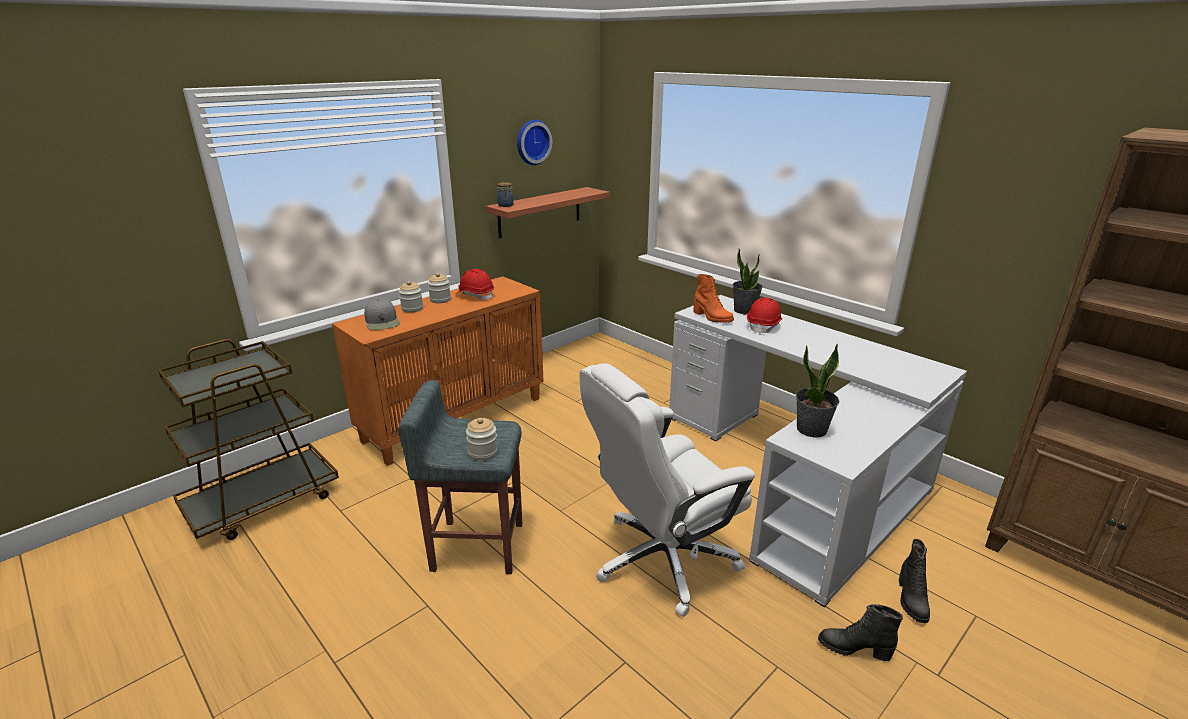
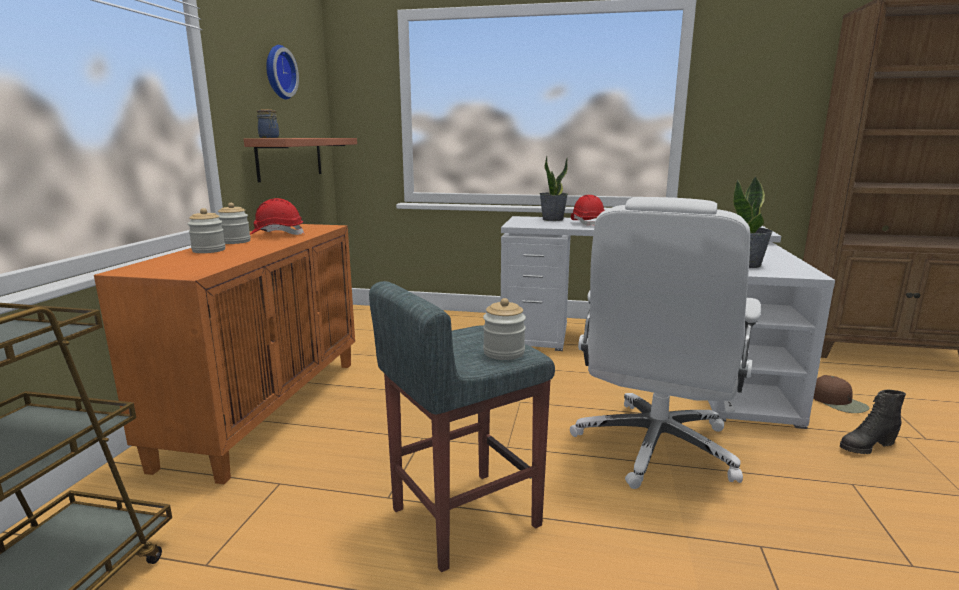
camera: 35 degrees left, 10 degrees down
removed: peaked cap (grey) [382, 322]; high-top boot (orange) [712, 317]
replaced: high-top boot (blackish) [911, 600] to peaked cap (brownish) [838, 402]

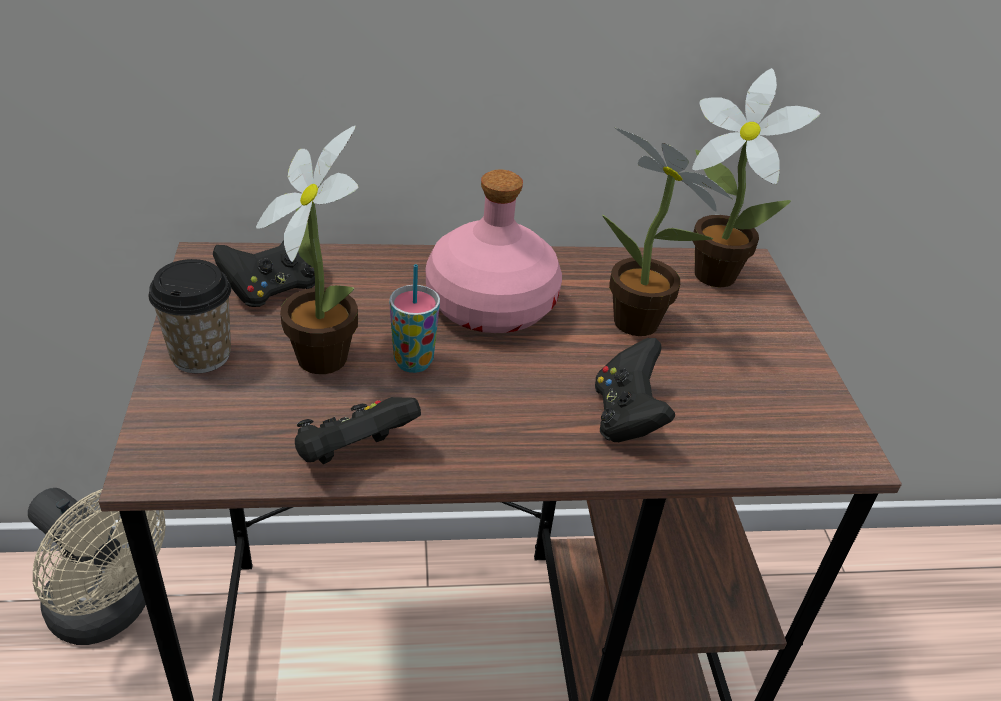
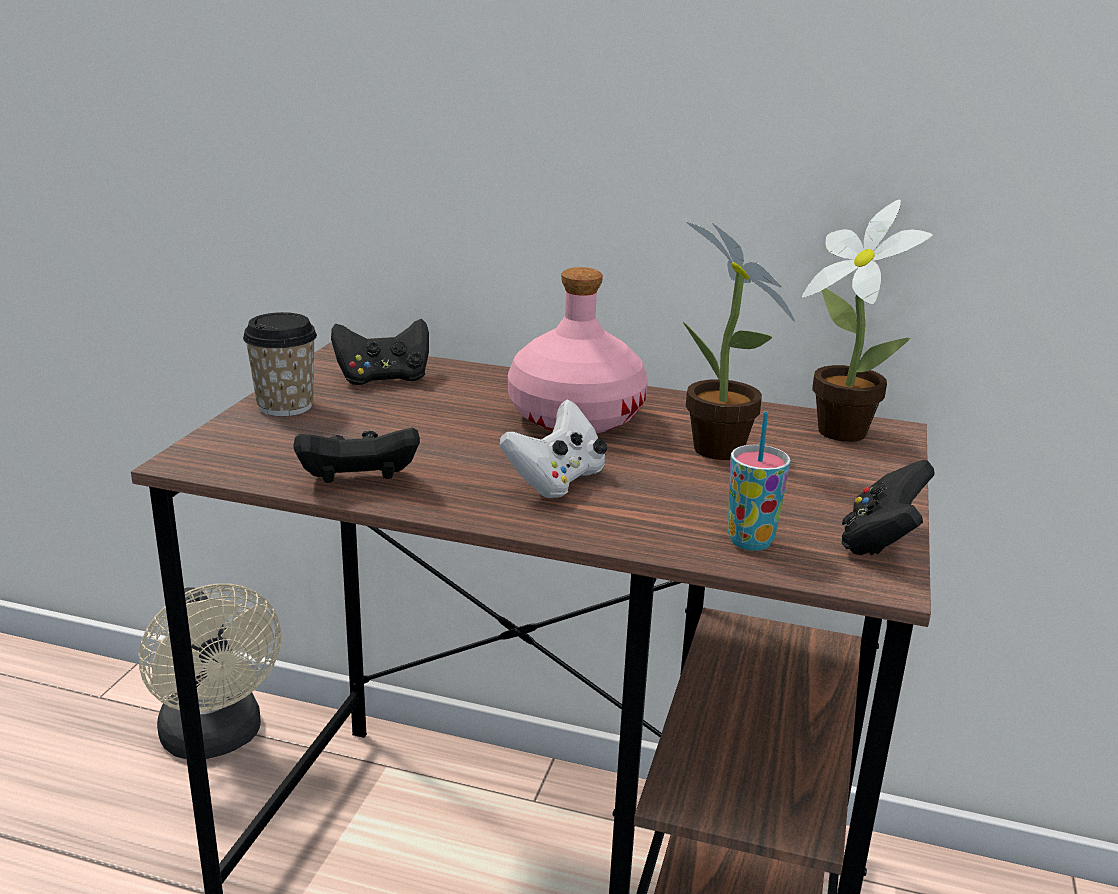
camera: 25 degrees right, 15 degrees down
removed: potted plant [322, 352]
added: game controller (whitish) [556, 481]
moved: cup [413, 362] to [750, 541]; game controller (blackish) [626, 416] to [881, 541]

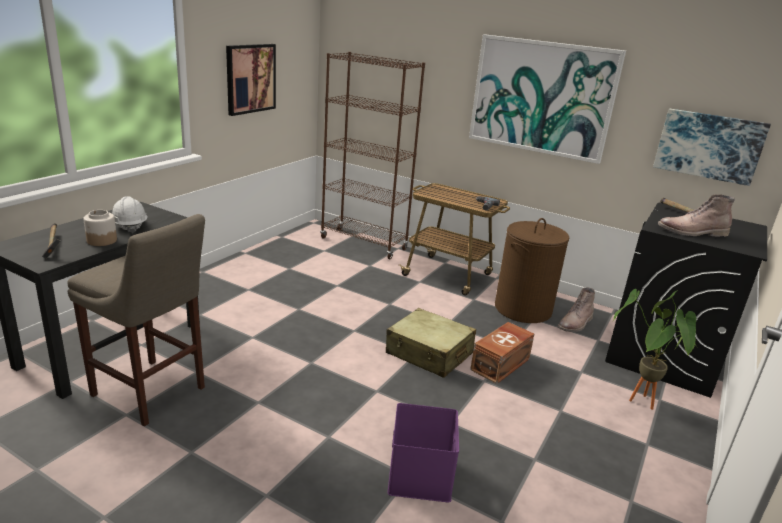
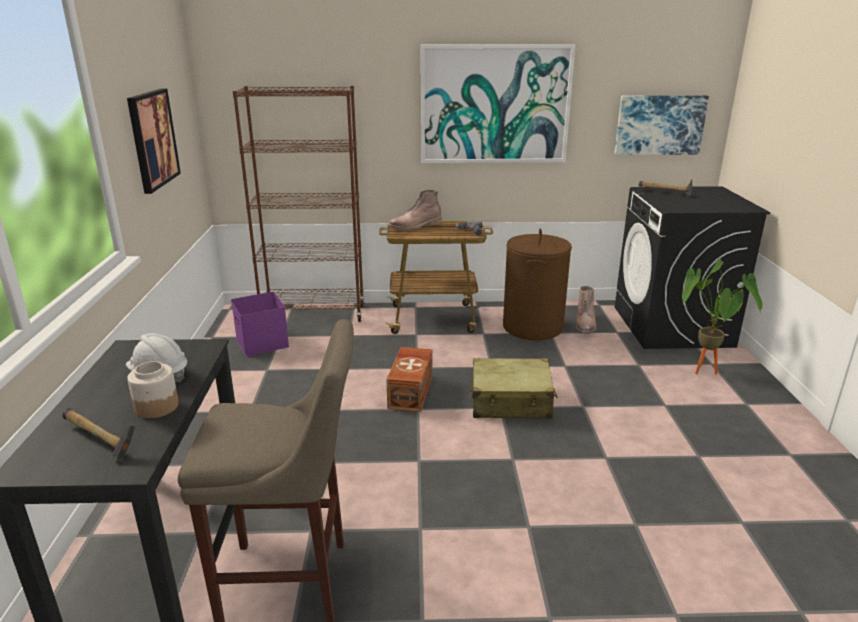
camera: 30 degrees left, 0 degrees up
moved: storage container (purplish) [421, 476] to [263, 343]; storage container (brownish) [501, 364] to [412, 392]; high-top boot (brownish) [692, 232] to [415, 226]

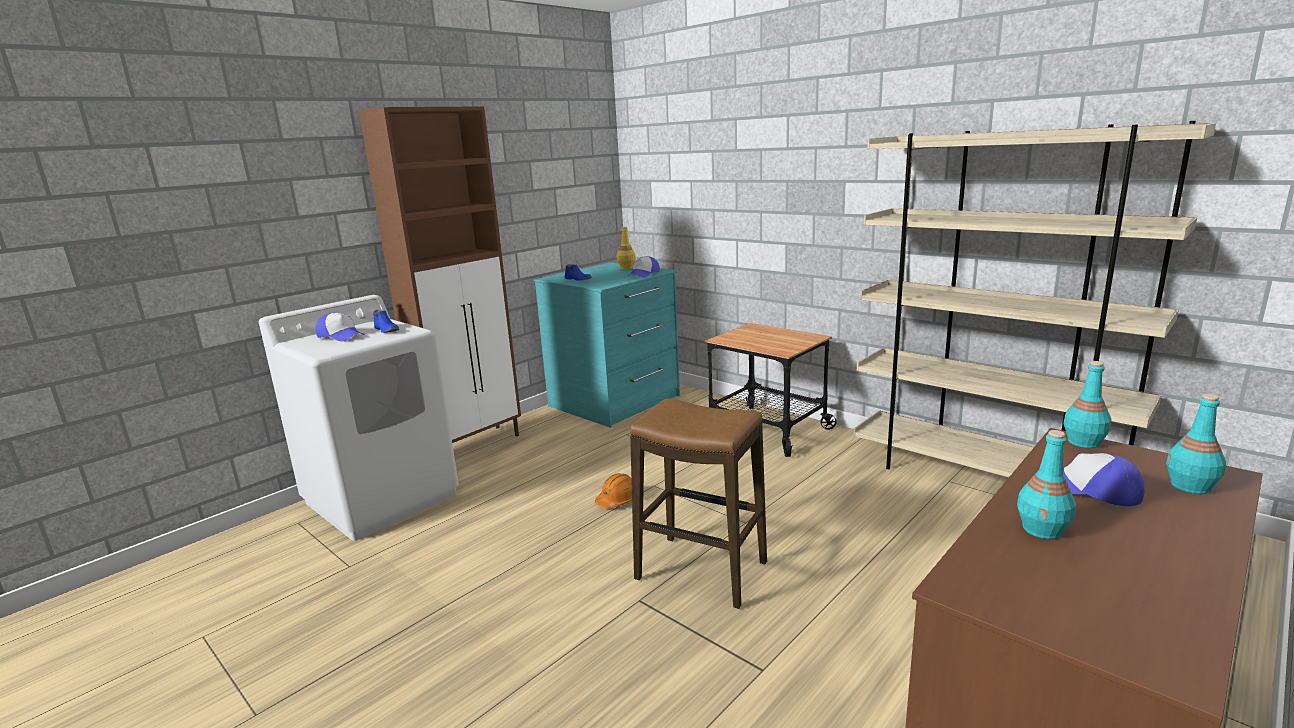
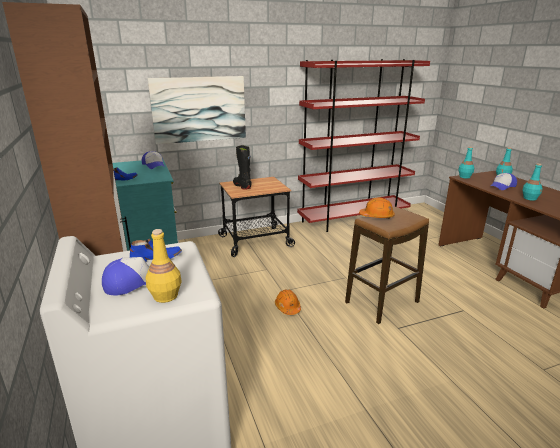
camera: 65 degrees left, 5 degrees up
added: wall art [199, 109]; high-top boot (blackish) [242, 186]; safety helmet (orange) [377, 216]
moved: bottle (yellow) [626, 268] to [165, 296]
recoloured: bookshelf (sand-coloured) [983, 479] to bookshelf (red) [354, 220]

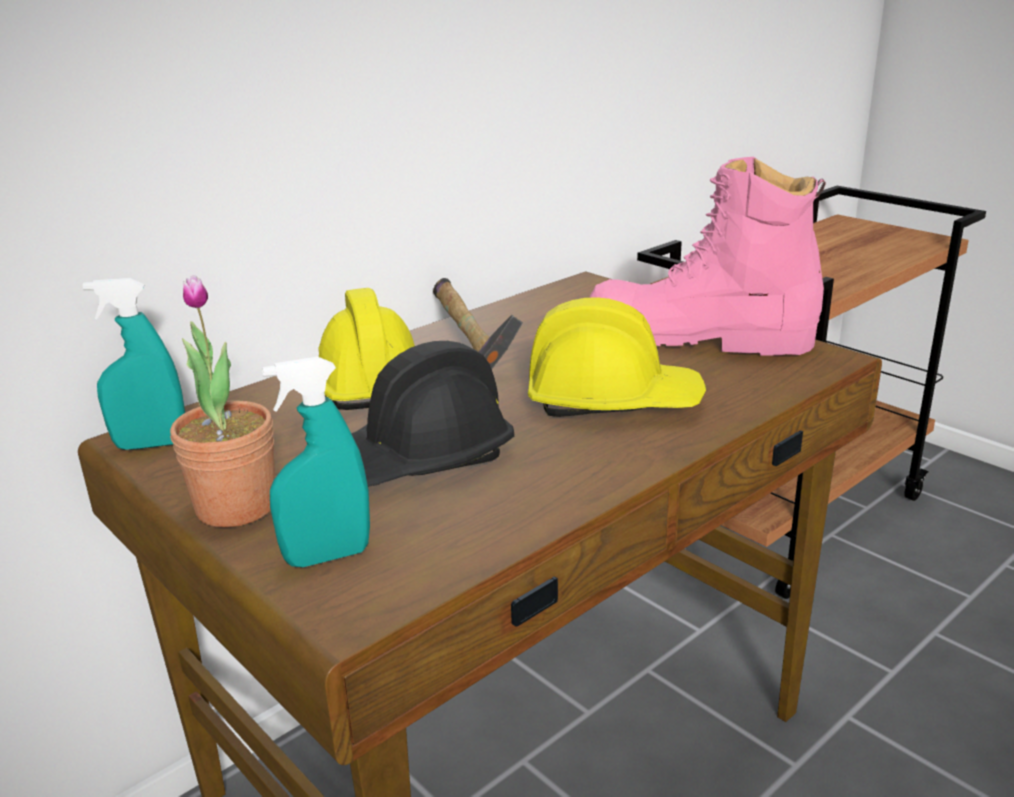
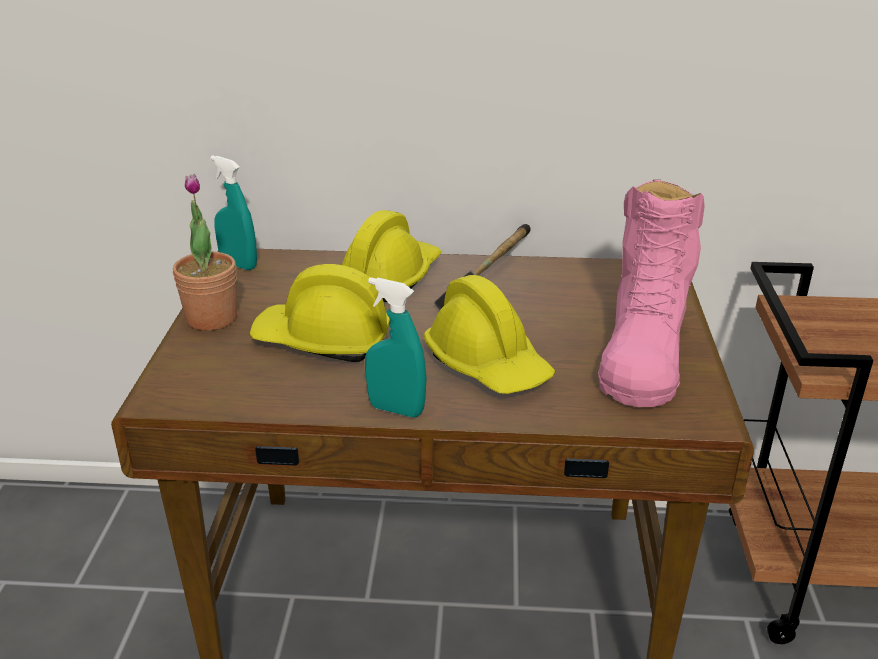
camera: 45 degrees right, 5 degrees up
moved: spray bottle (turquoise-coloured) [327, 556] to [396, 409]
recoloured: safety helmet (blackish) [419, 460] to safety helmet (yellow) [322, 341]
turned: high-top boot (pinkish) [698, 337] = [643, 352] 135 degrees counterclockwise

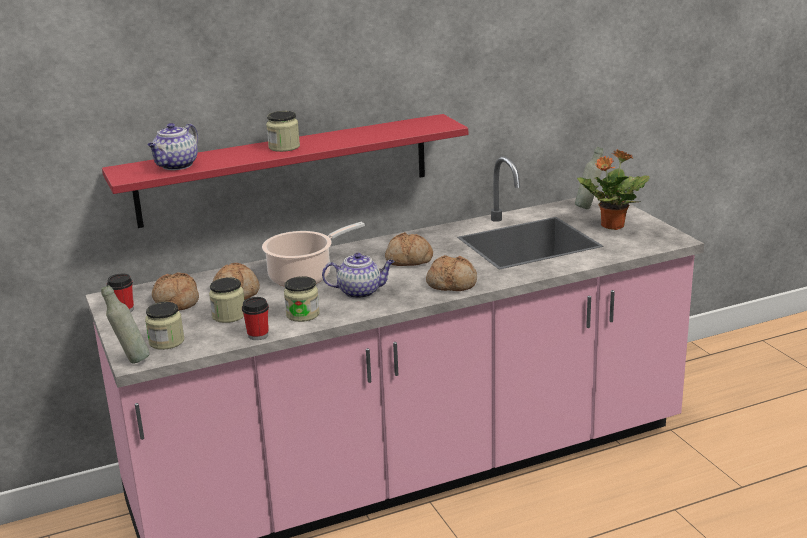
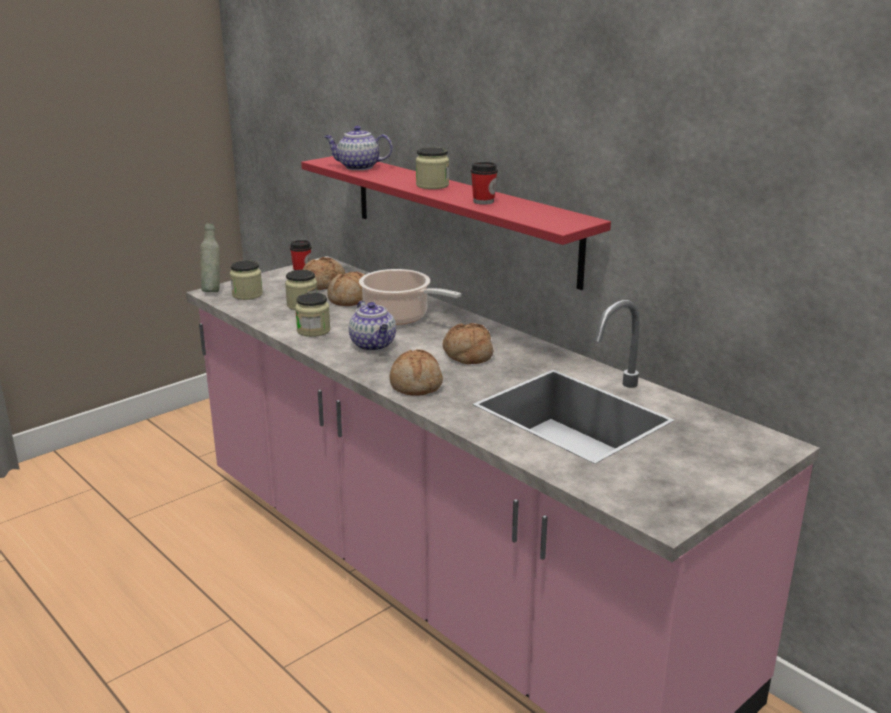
camera: 70 degrees right, 0 degrees up
removed: bottle (grey) [588, 207]; potted plant [611, 226]
moved: cup [258, 335] to [483, 201]

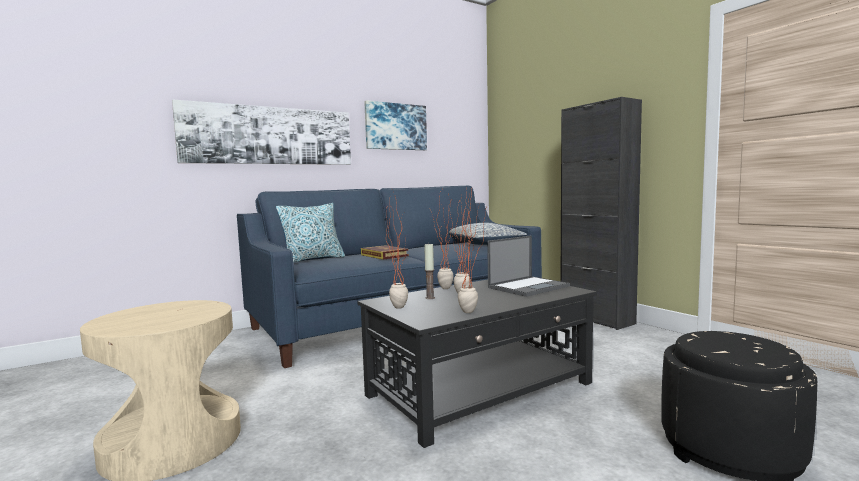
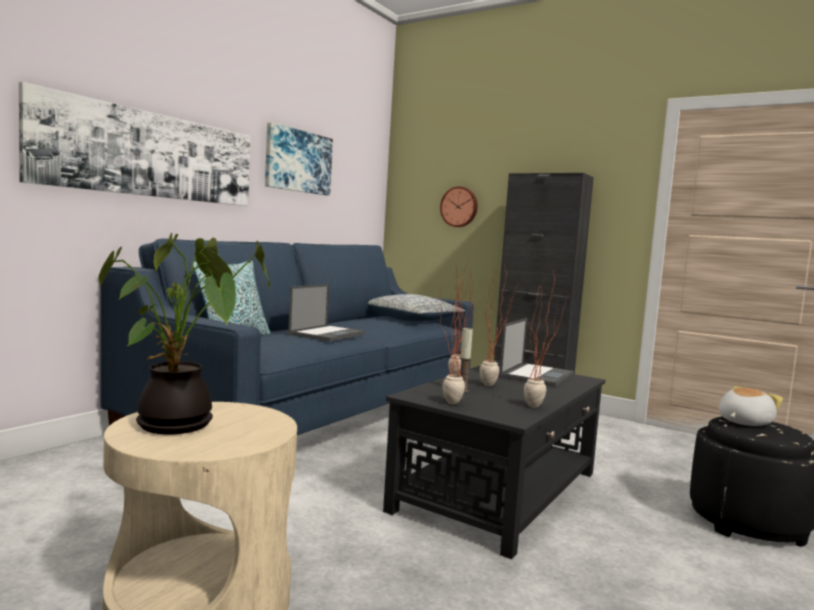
camera: 25 degrees left, 0 degrees up
added: potted plant [180, 426]; wall clock [459, 207]; cuddly toy [743, 422]
replaced: book [384, 255] to notebook computer [328, 334]

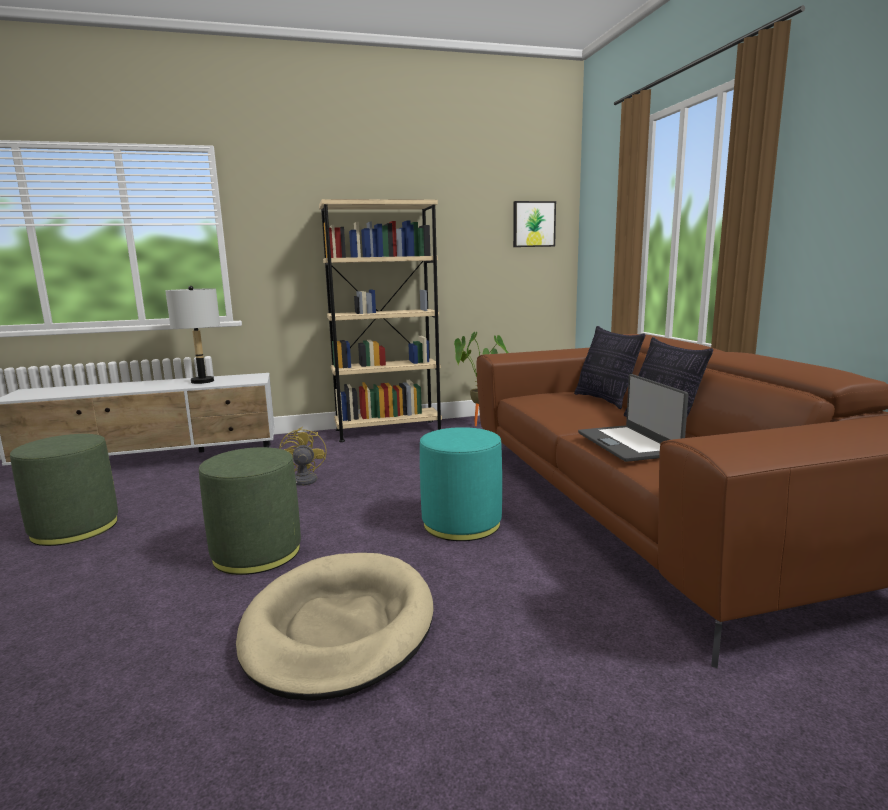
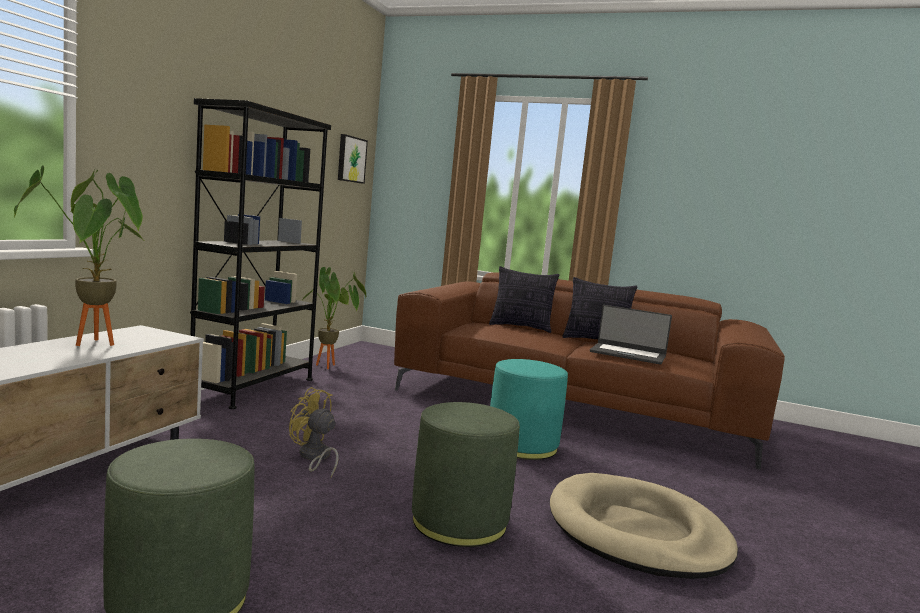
camera: 55 degrees left, 5 degrees down
replaced: table lamp (grey) [202, 381] to potted plant [92, 346]
recoloured: bookshelf (sand-coloured) [388, 431] to bookshelf (blackish) [254, 387]

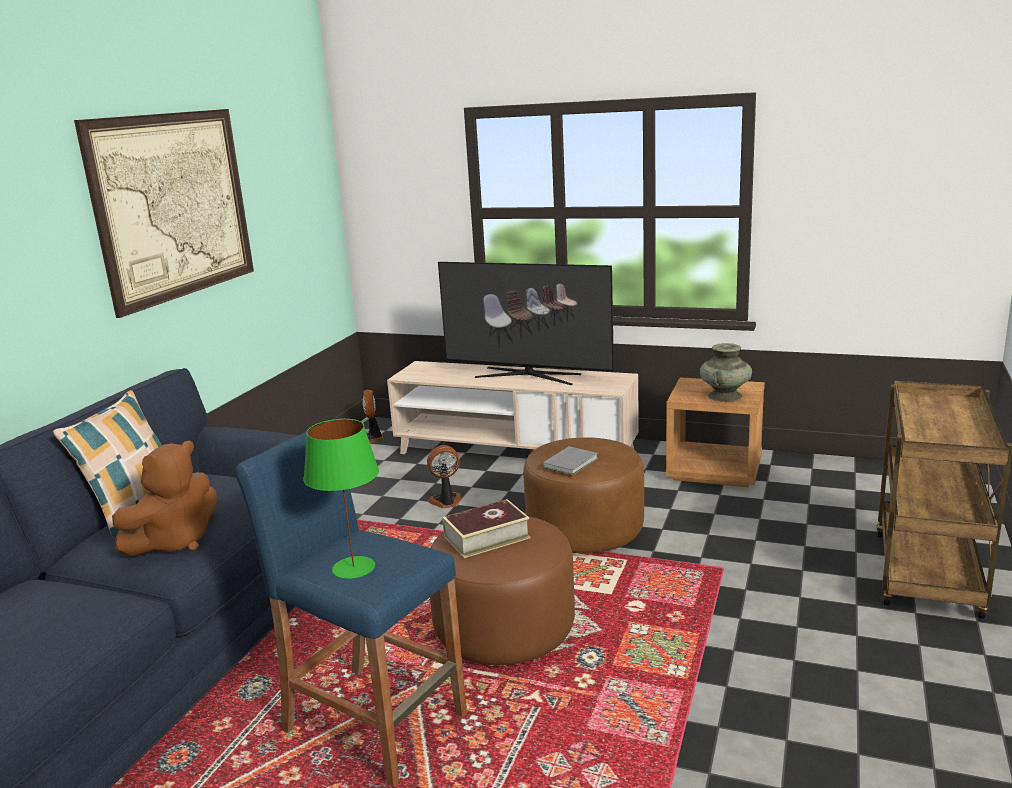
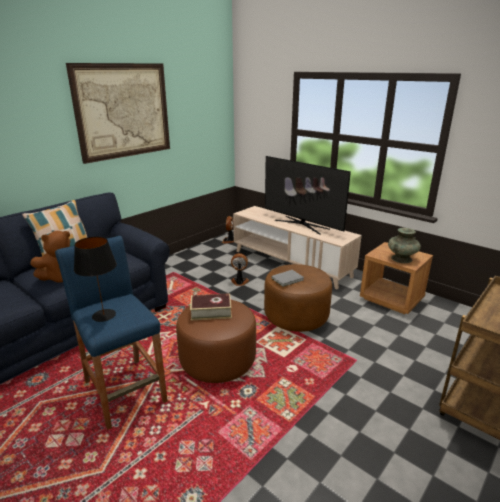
camera: 20 degrees right, 5 degrees up
recoloured: table lamp (green-coloured) [354, 567] to table lamp (blackish) [104, 315]

